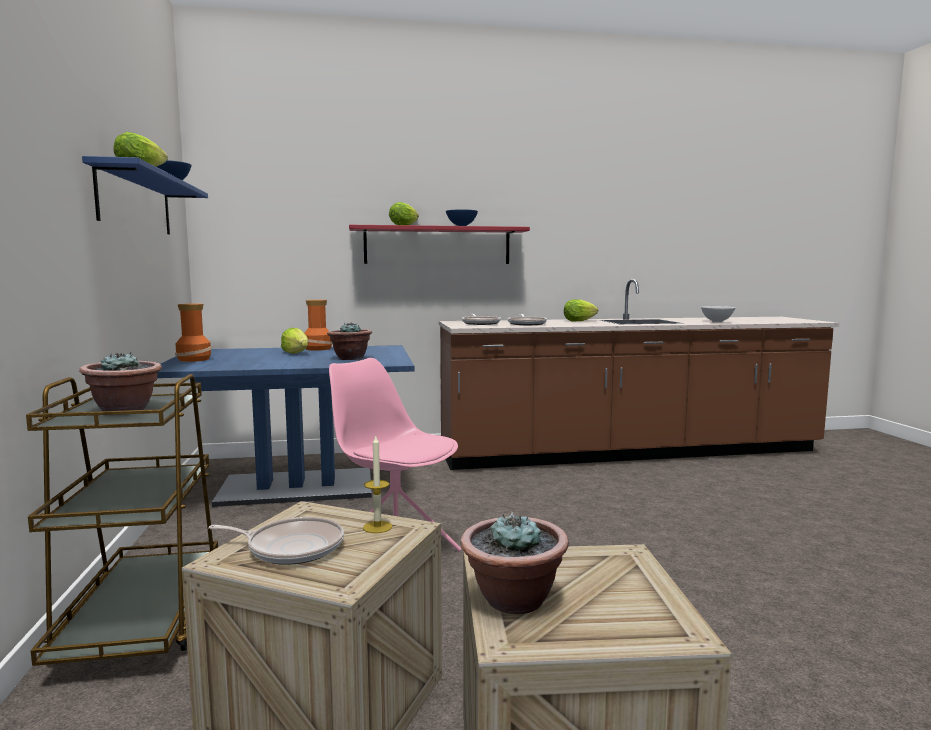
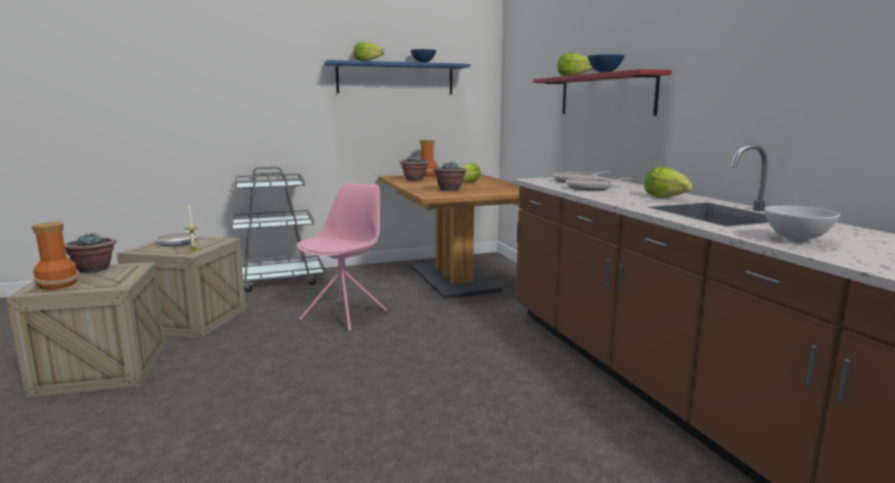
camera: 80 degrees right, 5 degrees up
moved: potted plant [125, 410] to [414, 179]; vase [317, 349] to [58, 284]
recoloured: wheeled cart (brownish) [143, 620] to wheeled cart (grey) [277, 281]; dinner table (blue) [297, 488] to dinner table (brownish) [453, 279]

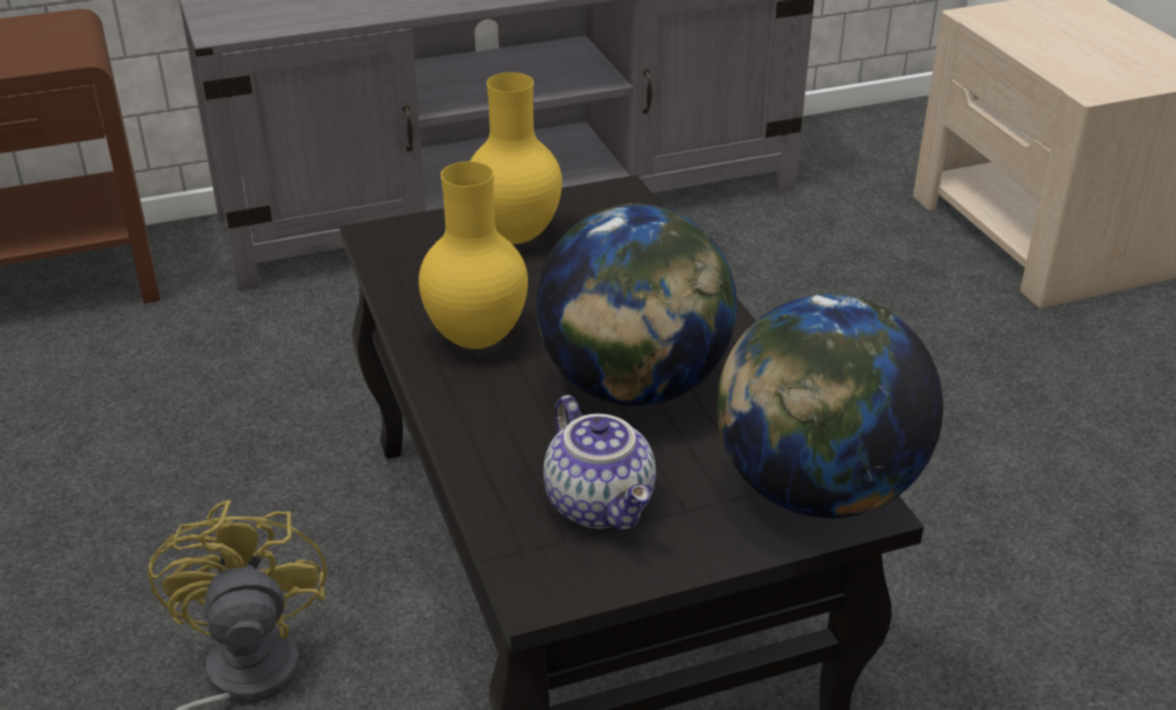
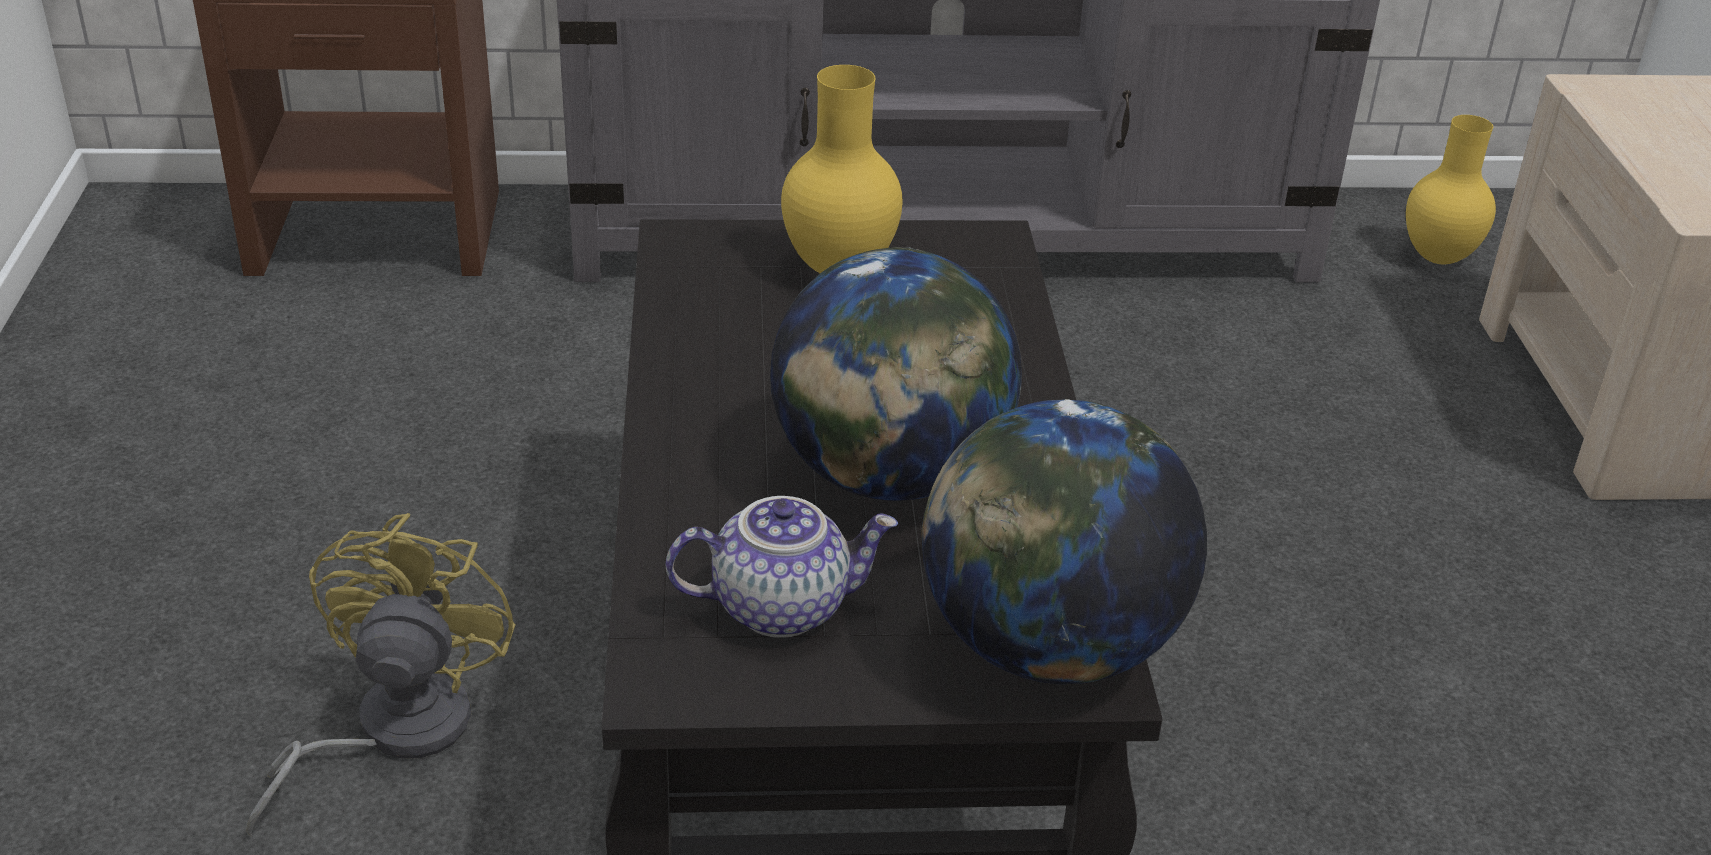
camera: 15 degrees right, 0 degrees up
moved: vase (yellow) [479, 339] to [1440, 258]
turned: teapot [602, 504] = [781, 605] 90 degrees counterclockwise

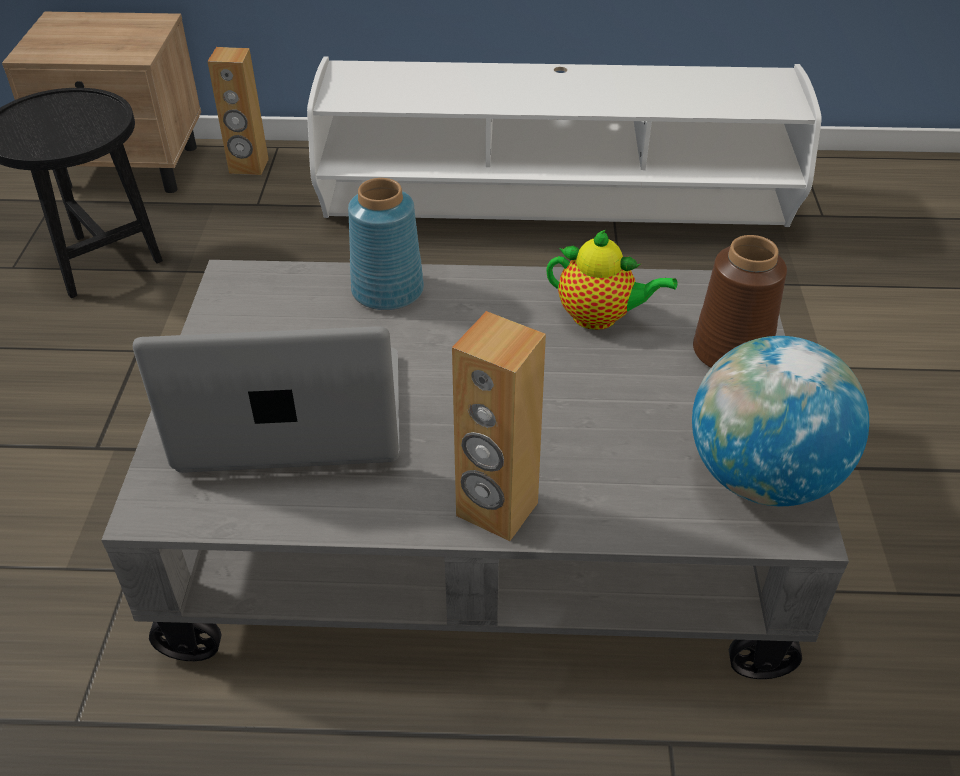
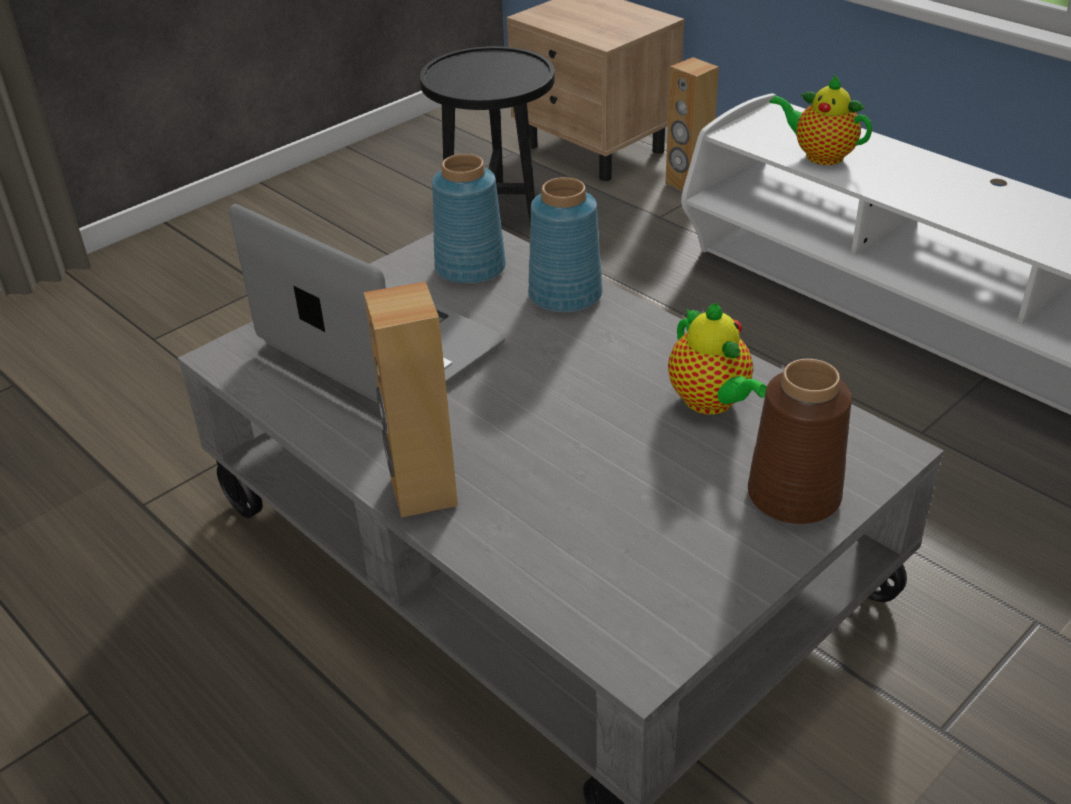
camera: 45 degrees right, 5 degrees down
removed: world globe [761, 478]
added: vase (blue) [469, 269]; teapot [819, 155]

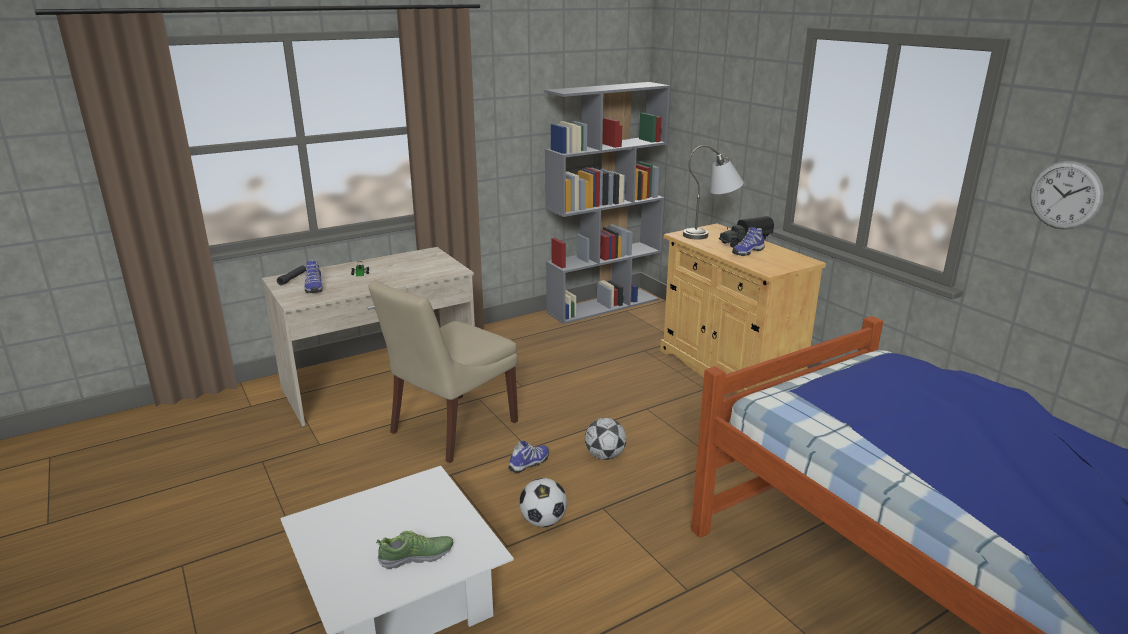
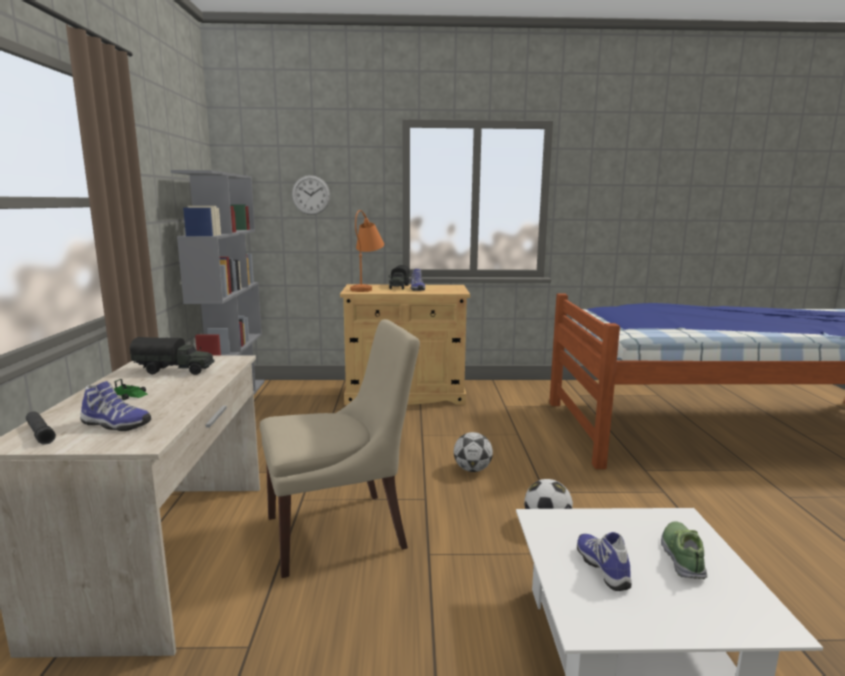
camera: 60 degrees left, 10 degrees down
added: toy truck [175, 370]
moved: low shoe [530, 463] to [604, 568]; wall clock [1065, 195] to [311, 195]
recoloured: table lamp (grey) [711, 234] to table lamp (orange) [367, 288]
turned: upright chair (sand-coloured) [451, 429] = [341, 531] 90 degrees counterclockwise

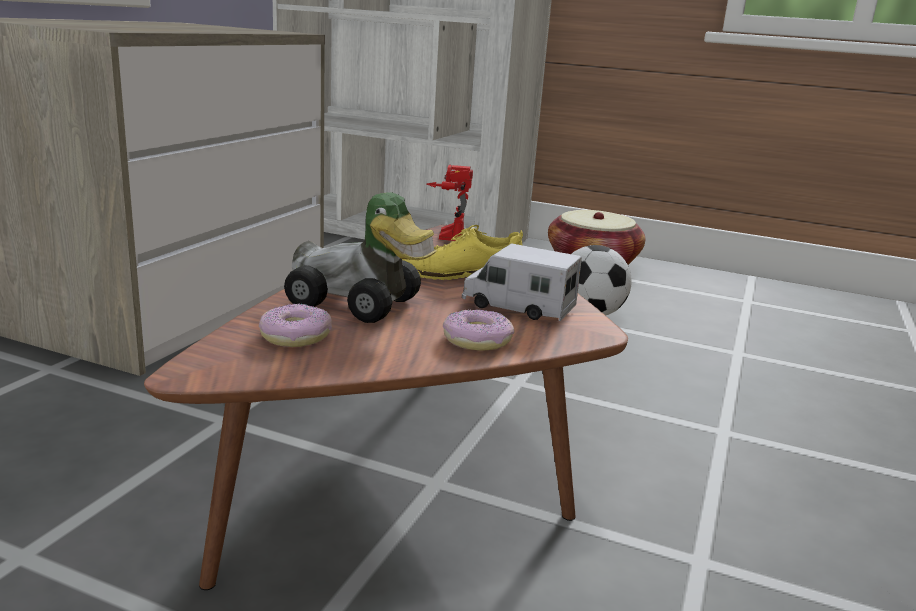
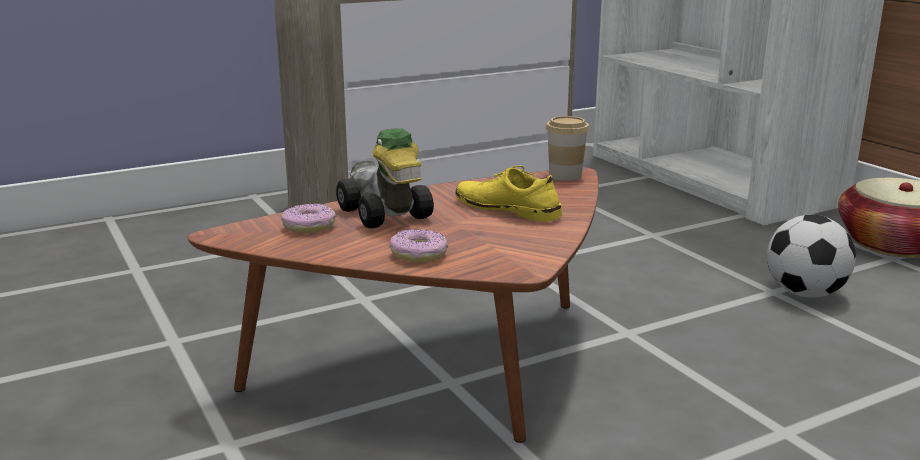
camera: 40 degrees right, 0 degrees up
removed: toy truck [518, 306]
replaced: model robot [446, 234] to cup [565, 176]

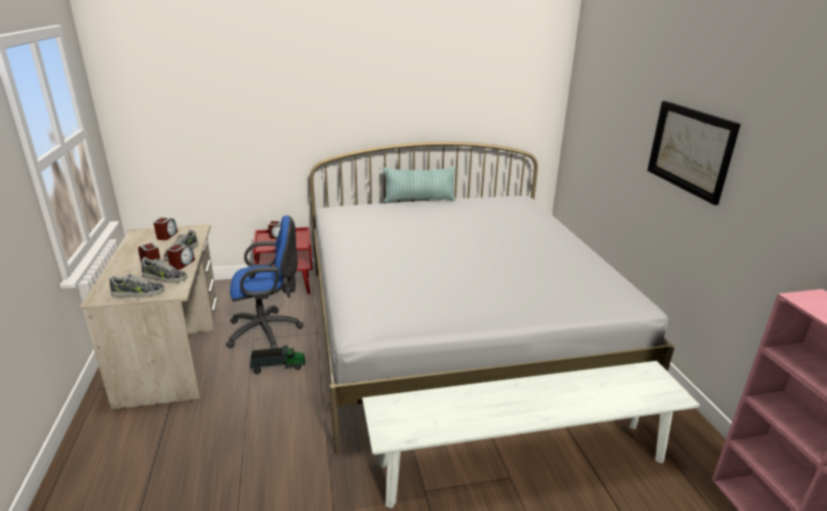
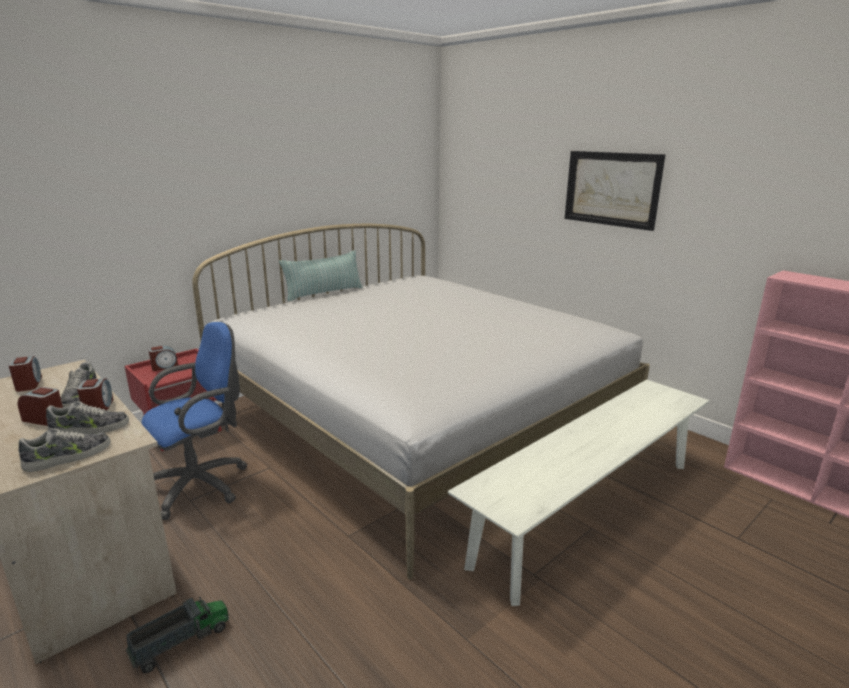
camera: 30 degrees left, 5 degrees down
moved: toy truck [278, 367] to [181, 642]

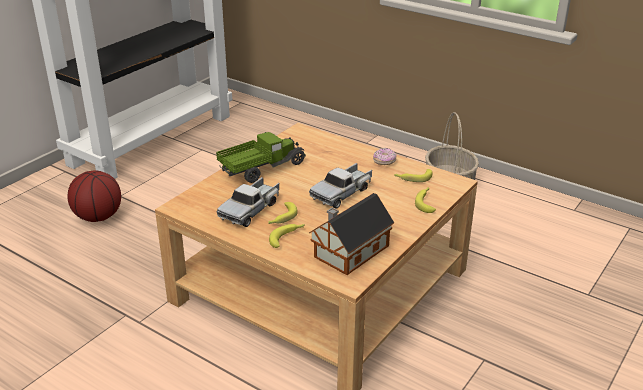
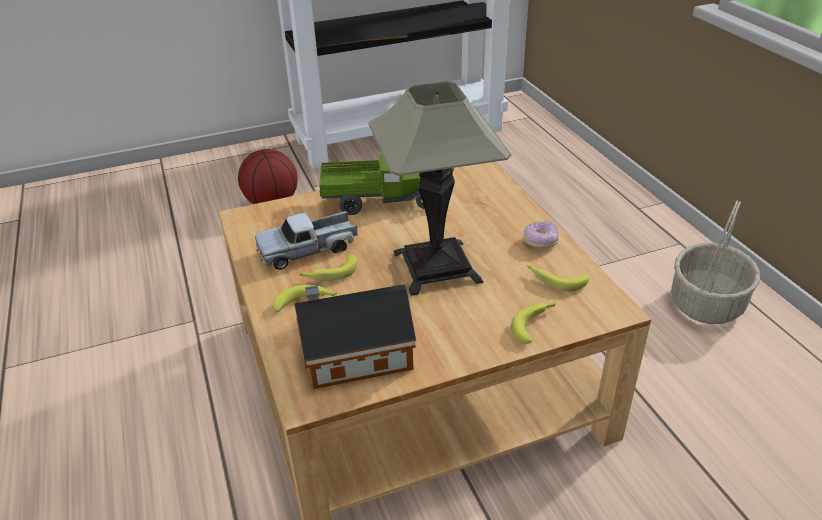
camera: 35 degrees right, 5 degrees up
replaced: toy truck [342, 193] to table lamp [437, 267]

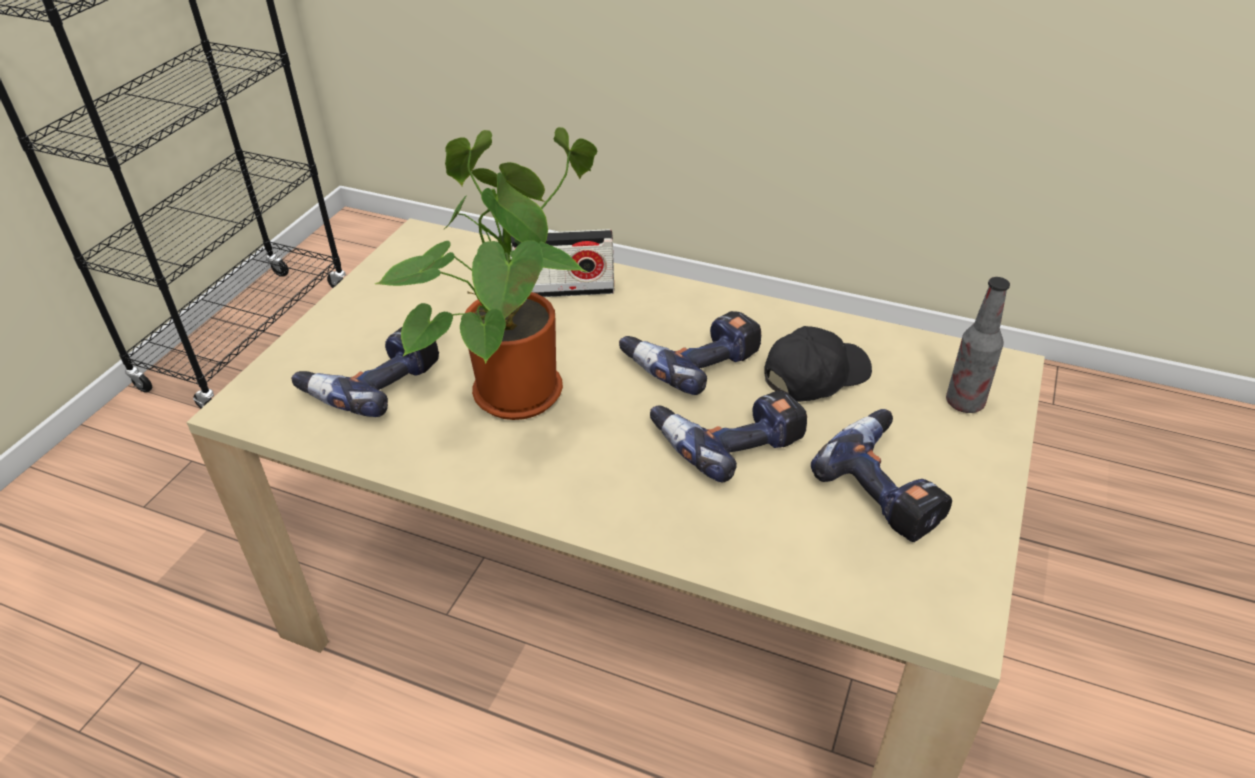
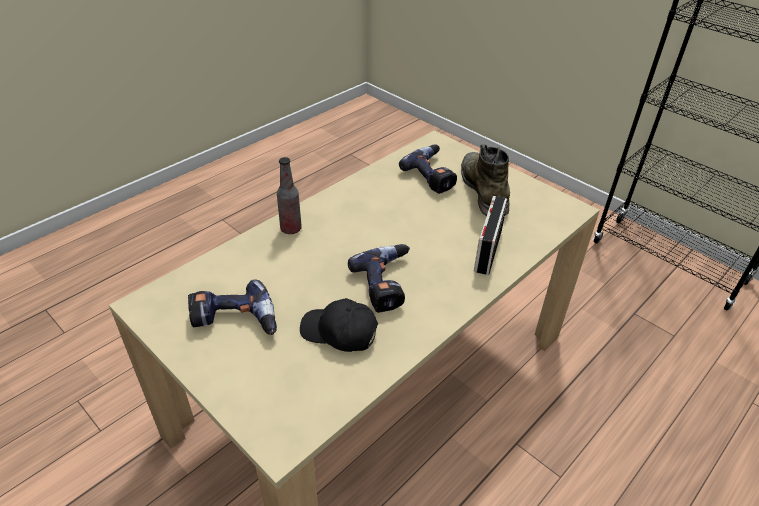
camera: 110 degrees right, 0 degrees up
removed: potted plant [515, 387]; power drill [728, 439]
added: high-top boot (green-coloured) [483, 189]
moved: bottle [964, 403] to [291, 229]
turned: peaked cap (blackish) [815, 376] = [339, 332] 120 degrees clockwise

